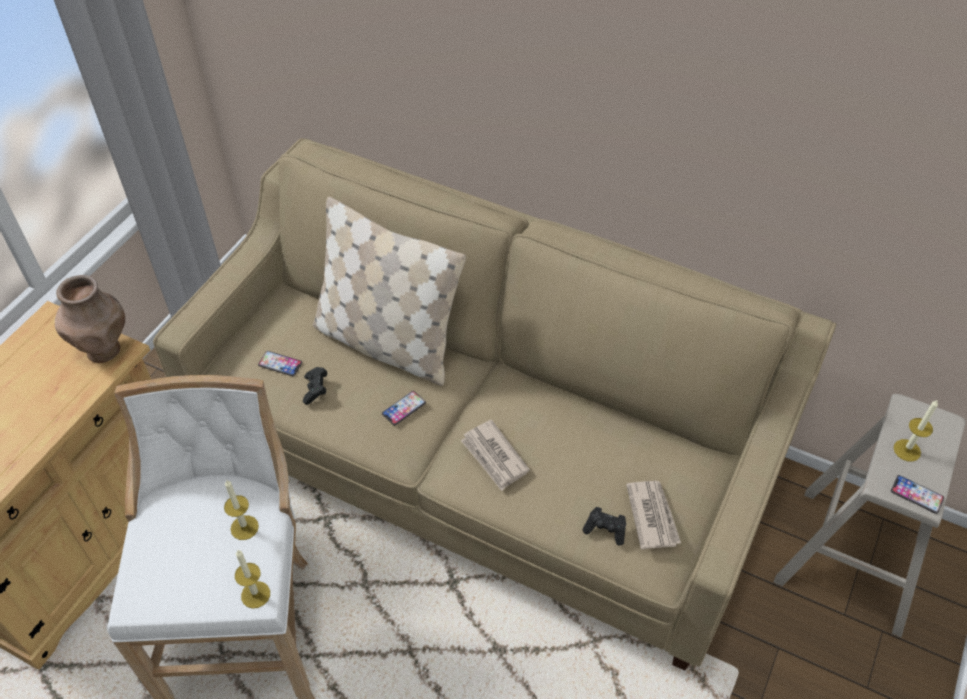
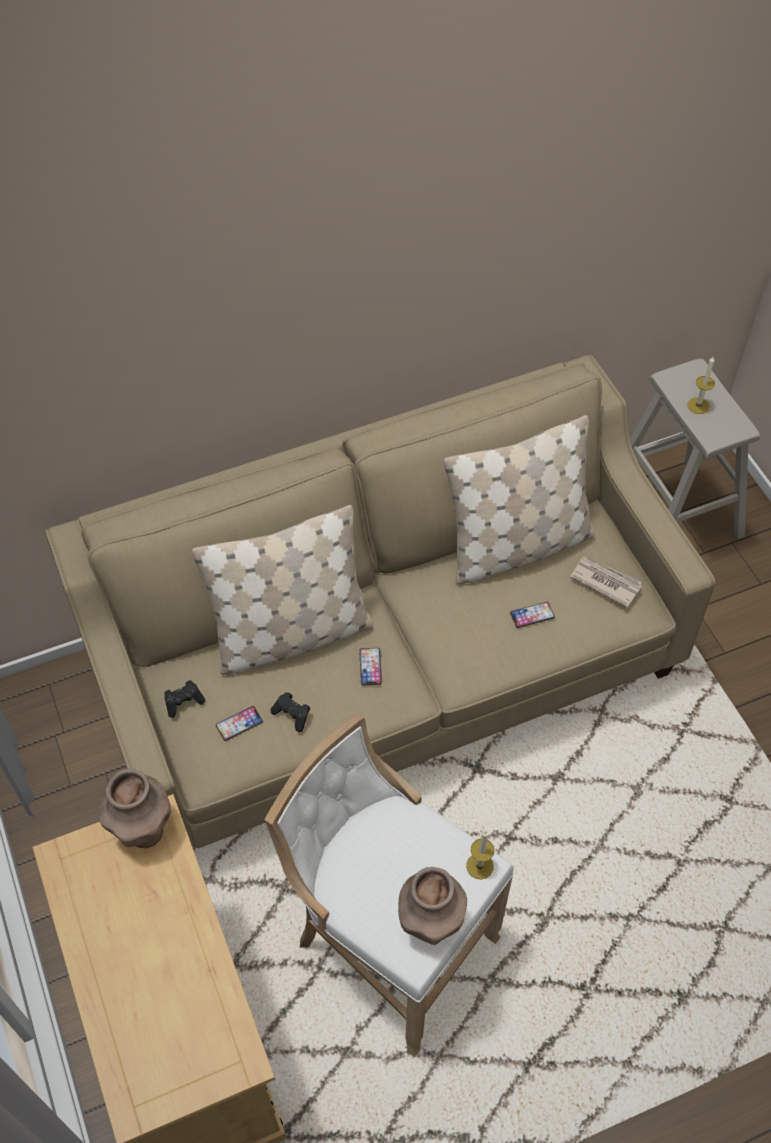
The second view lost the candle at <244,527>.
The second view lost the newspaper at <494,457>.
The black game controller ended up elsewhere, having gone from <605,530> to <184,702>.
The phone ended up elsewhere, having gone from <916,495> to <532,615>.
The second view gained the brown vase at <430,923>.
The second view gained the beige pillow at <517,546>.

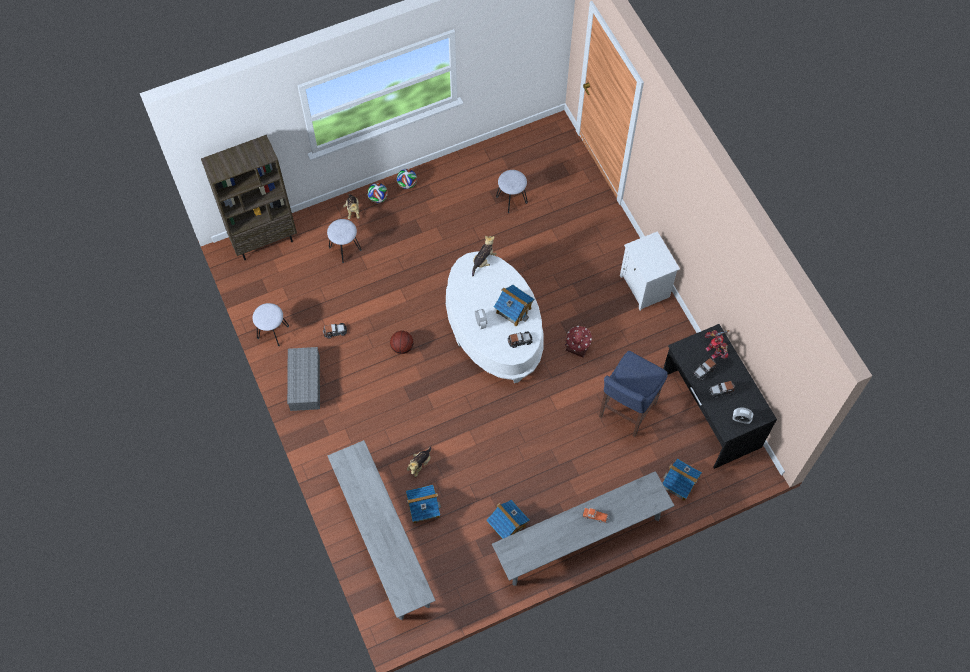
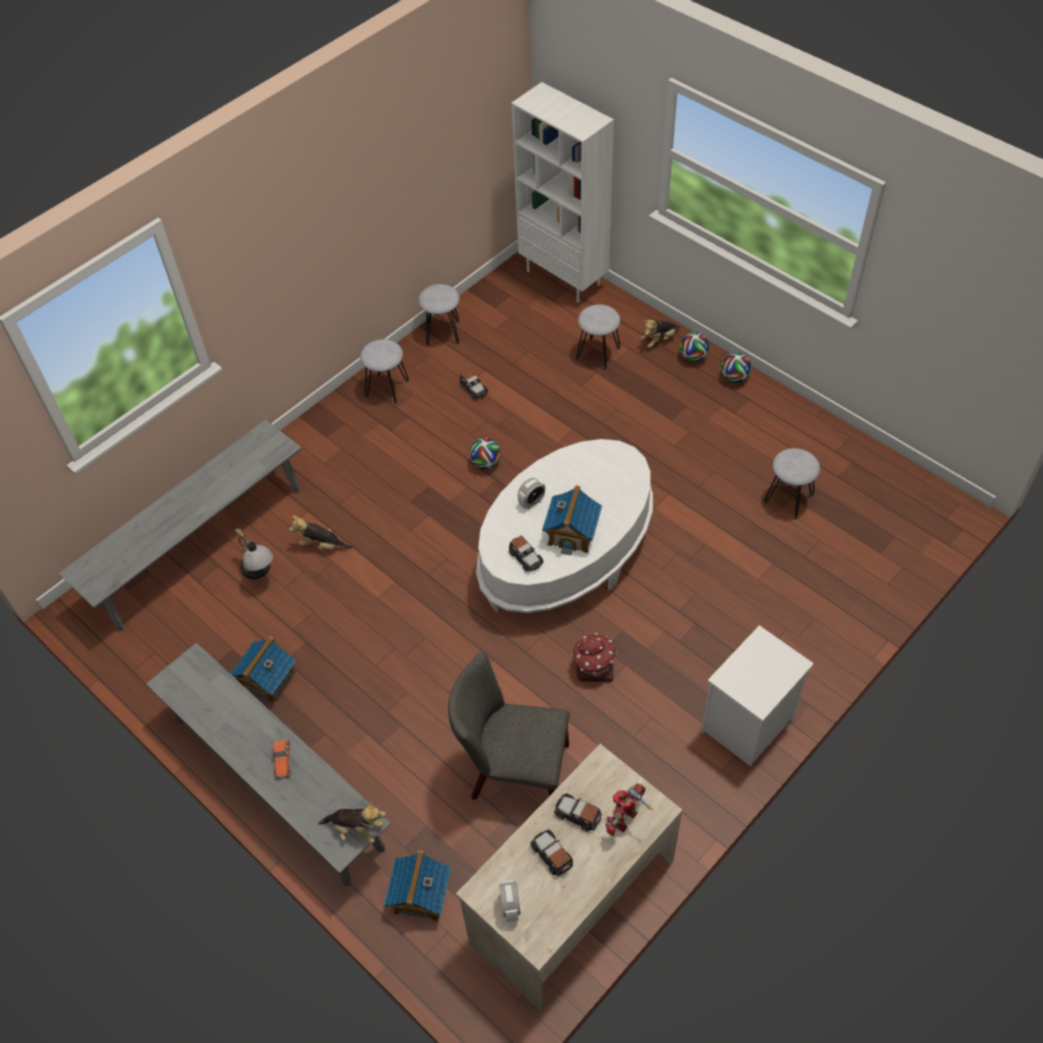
What was the brown bookcase at <264,240> turned into the white bookcase at <564,277>.
Where the grey storage box stood at <305,383>, the grey stool came to stand at <387,388>.
Where the basketball stood at <402,347>, the football came to stand at <486,463>.
Where the toy house stood at <423,508>, the table lamp came to stand at <259,572>.
The plush toy ended up elsewhere, having gone from <483,261> to <356,829>.
Where the blue stool stood at <625,412>, the grey chair came to stand at <513,772>.
What was the black desk at <709,411> turned into the beige desk at <571,900>.

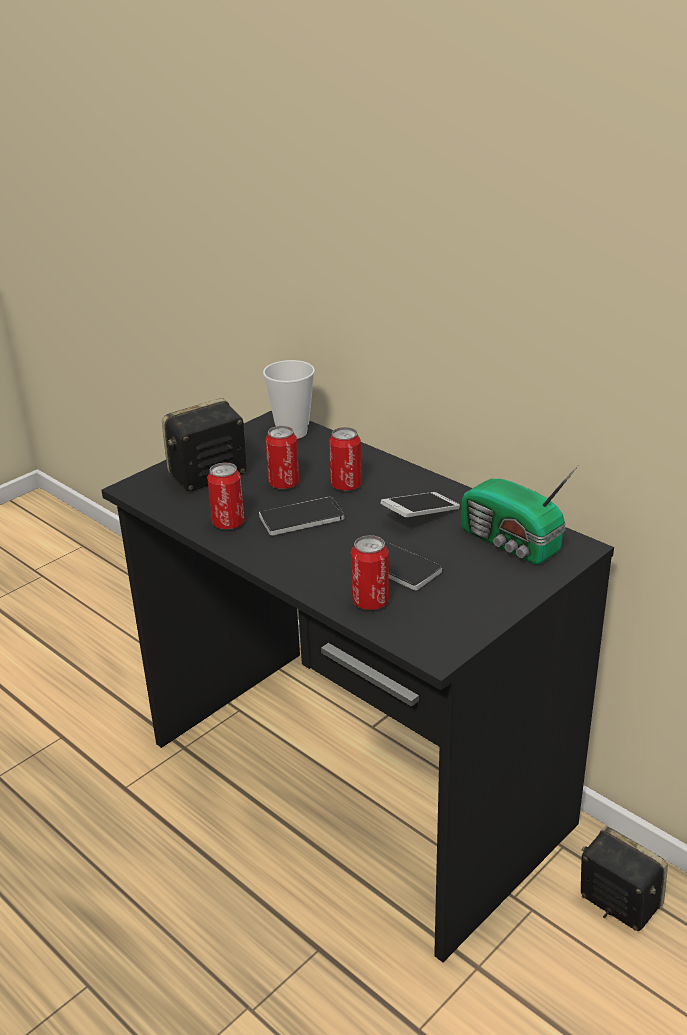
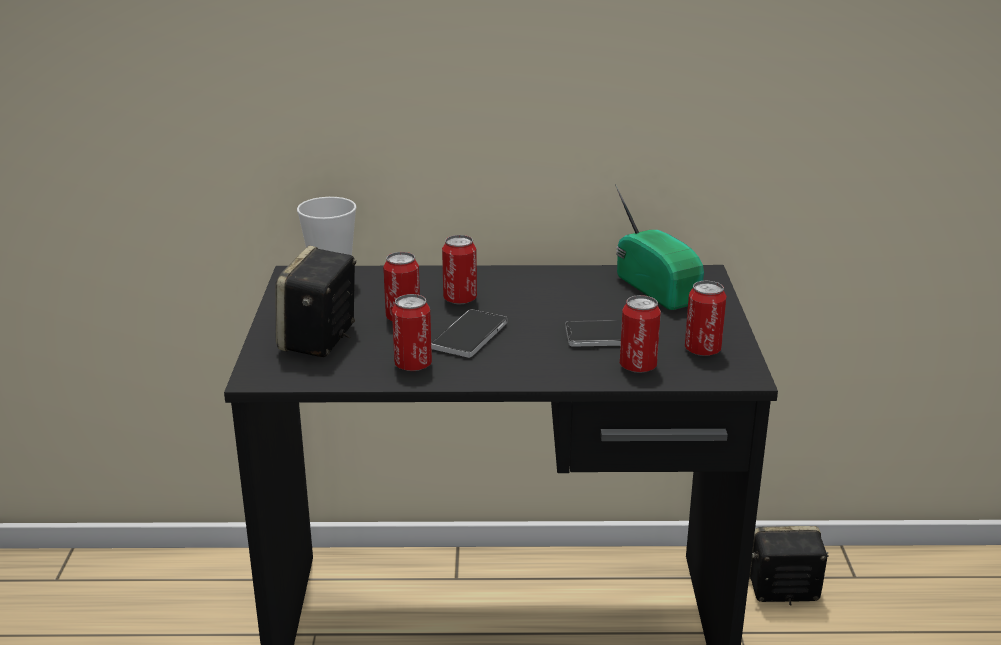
The second view lost the phone at <420,515>.
The radio at <511,543> ended up facing another way, 120 degrees counterclockwise from before.
The second view gained the can at <702,350>.

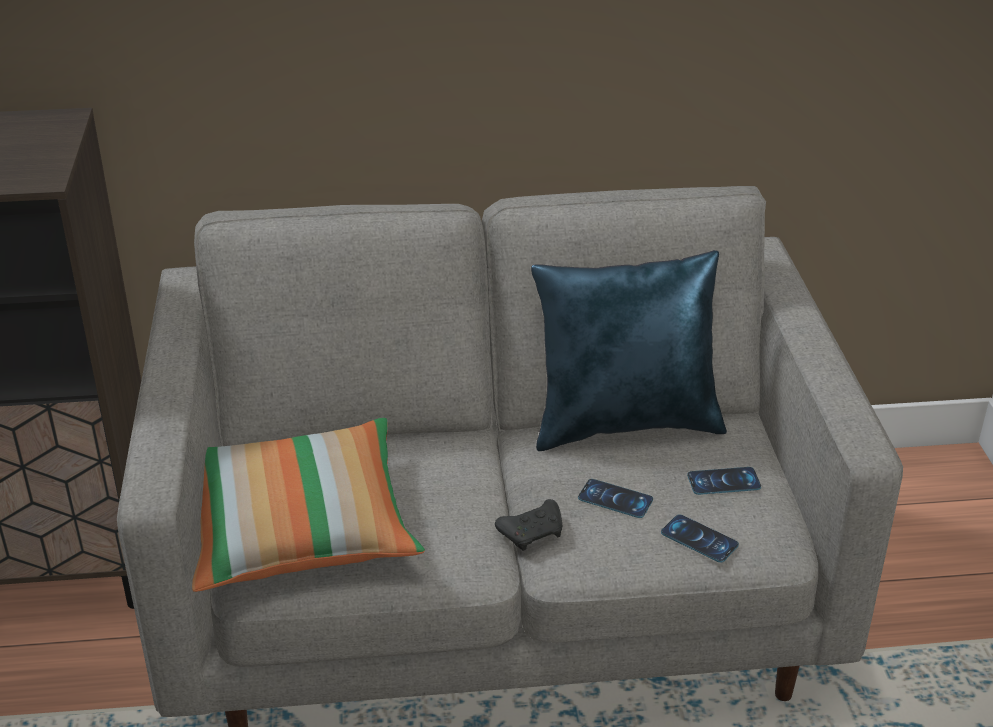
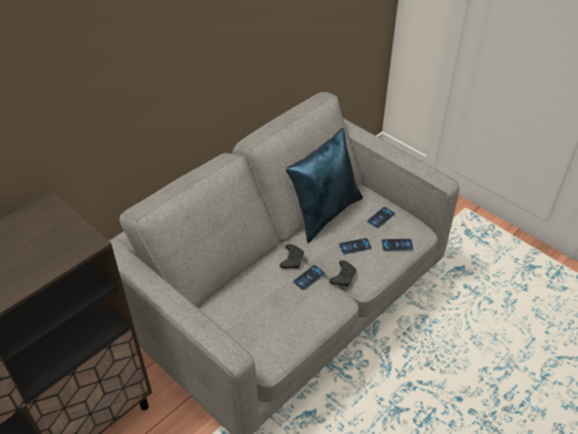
The second view lost the pillow at <300,529>.
The second view gained the black game controller at <292,260>.
The second view gained the phone at <309,277>.

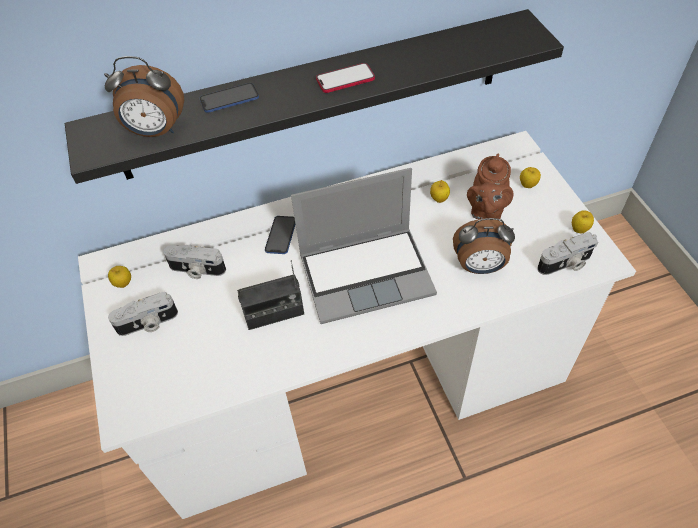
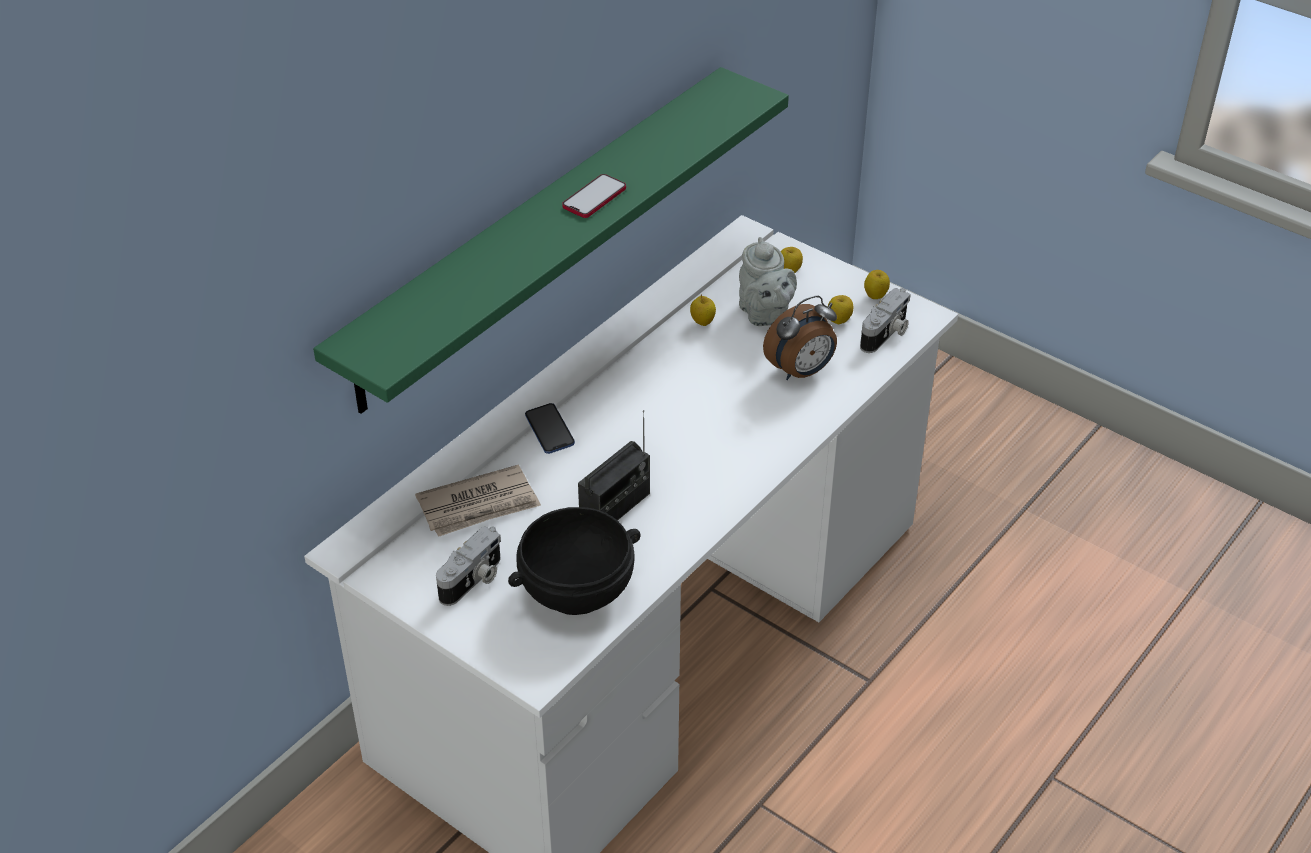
What was the black shelf at <314,96> turned into the green shelf at <539,236>.
The second view lost the alarm clock at <156,131>.
The apple ended up elsewhere, having gone from <123,284> to <839,321>.
Where the photo camera stood at <196,270>, the newspaper came to stand at <479,505>.
The second view lost the phone at <229,99>.
The second view lost the laptop at <367,273>.
What was the brown teapot at <486,211> turned into the grey teapot at <764,315>.
The second view gained the black bowl at <577,592>.

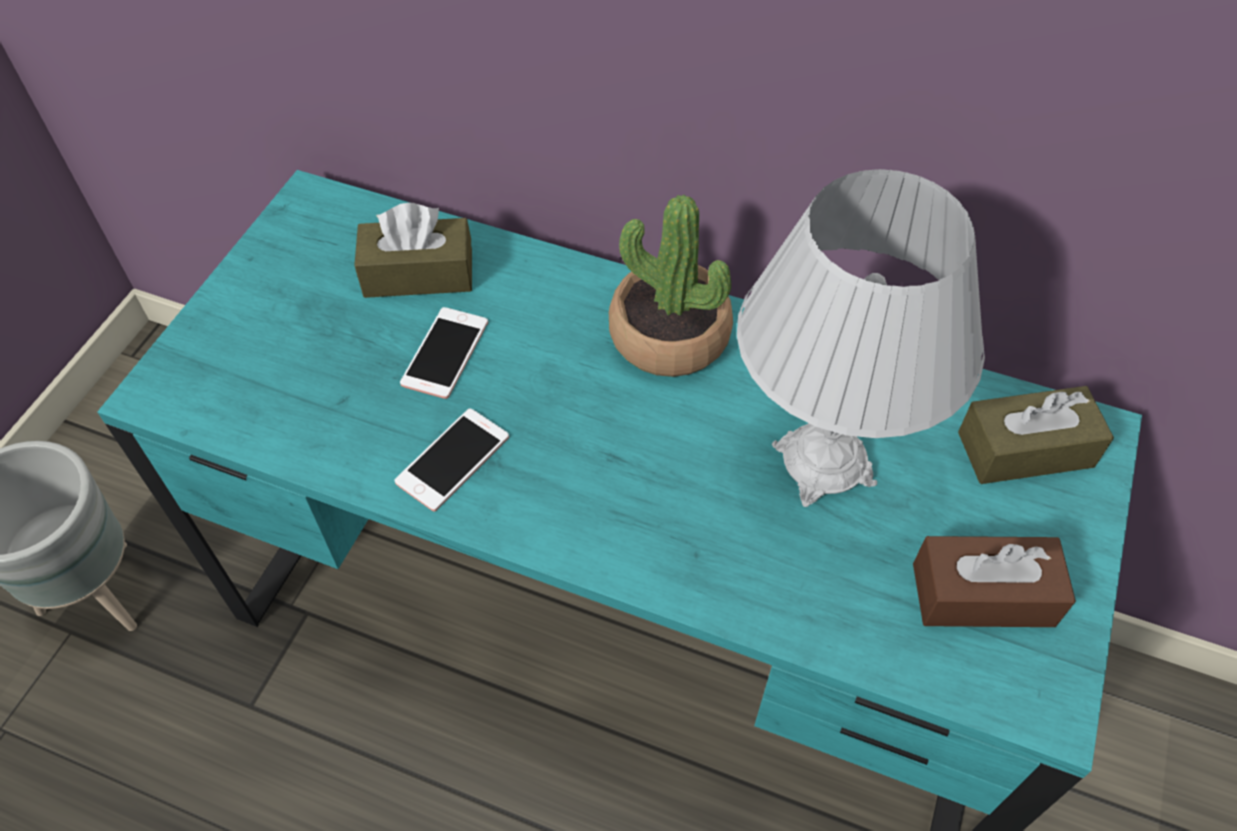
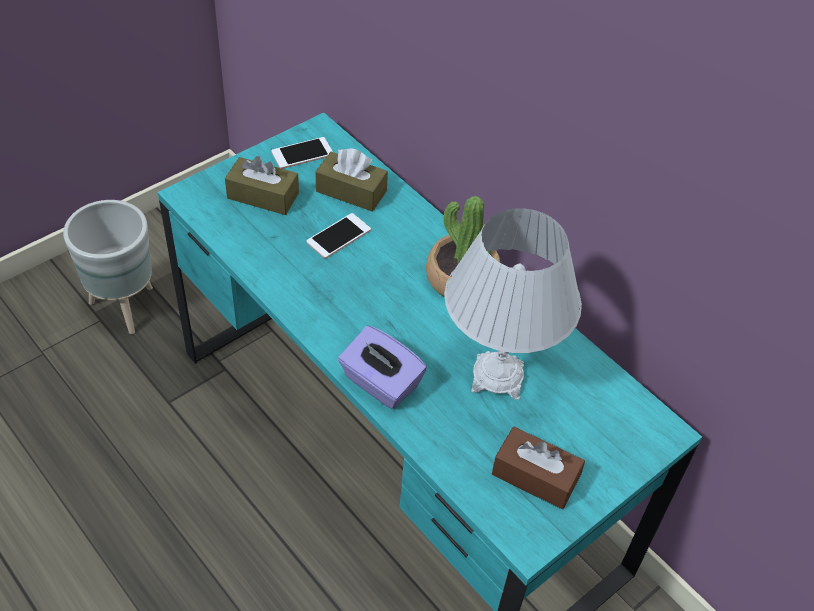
The phone ended up elsewhere, having gone from <453,460> to <302,153>.
The brown tissue box ended up elsewhere, having gone from <1025,449> to <263,196>.
The second view gained the purple tissue box at <380,383>.

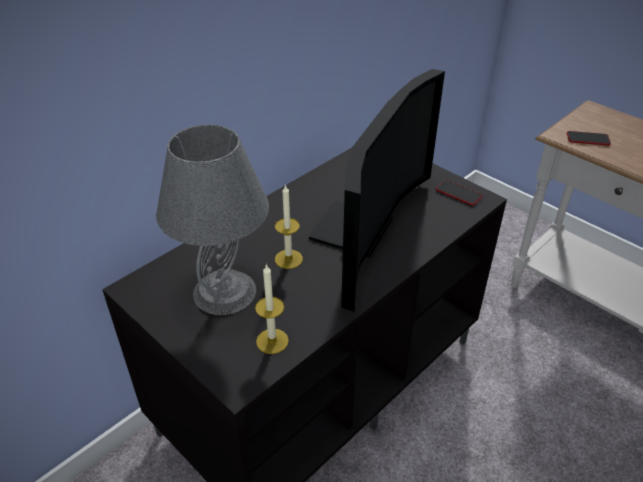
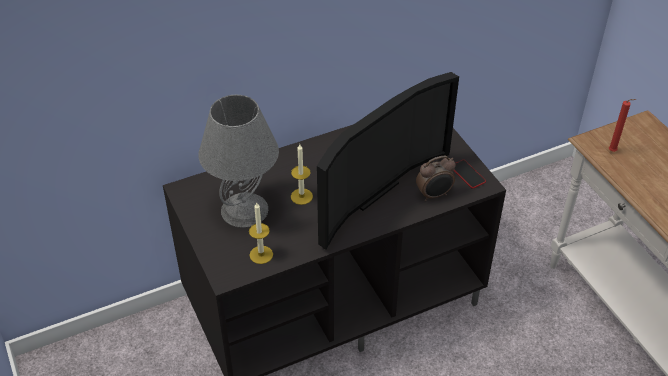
Where the phone stood at <588,139>, the red candle came to stand at <613,151>.
The second view gained the alarm clock at <434,195>.

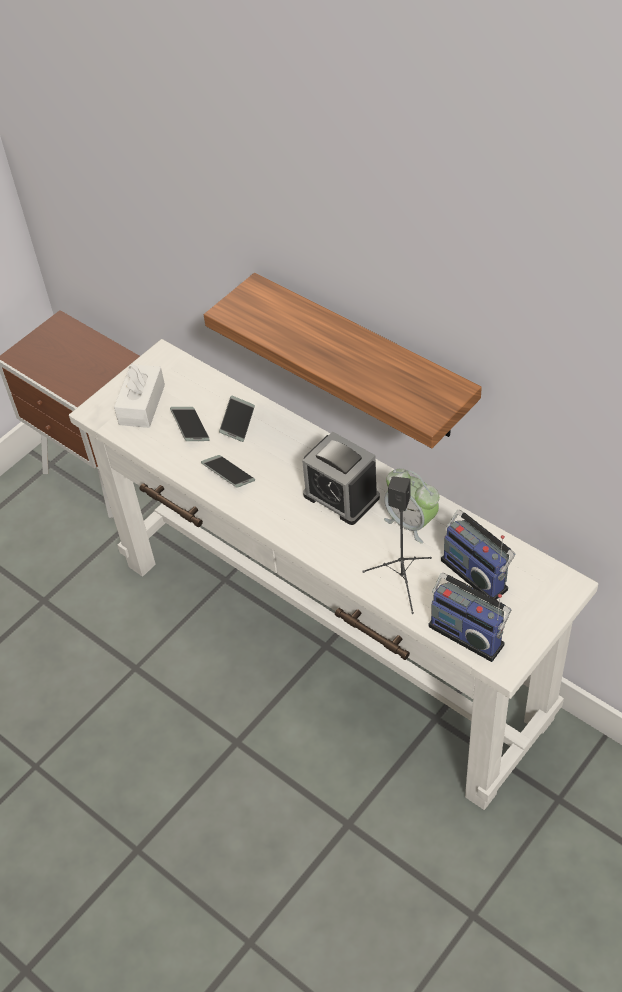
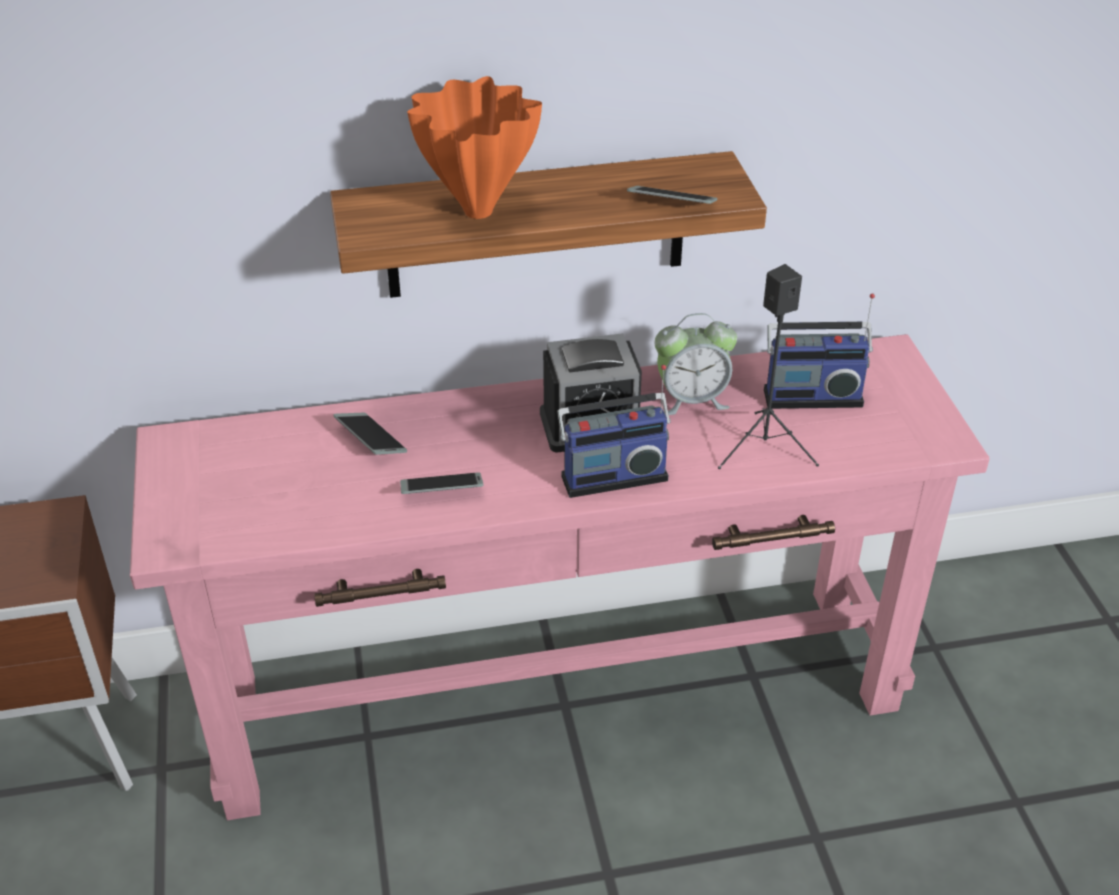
What was the white console table at <328,639> turned into the pink console table at <558,696>.
The second view lost the white tissue box at <142,405>.
The phone ended up elsewhere, having gone from <190,428> to <672,203>.
The radio ended up elsewhere, having gone from <468,632> to <612,475>.
The second view gained the orange vase at <479,210>.

